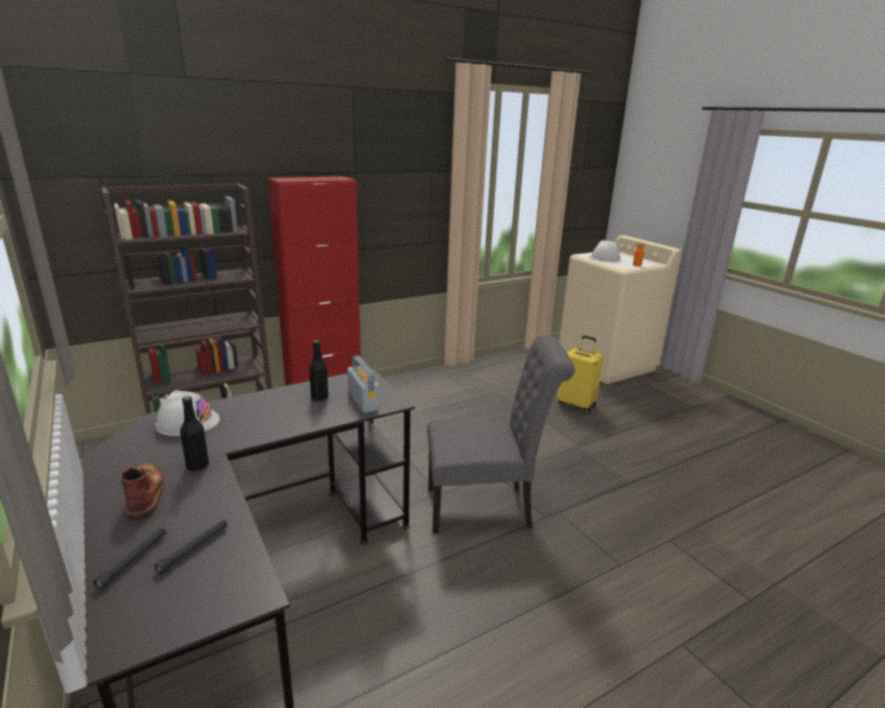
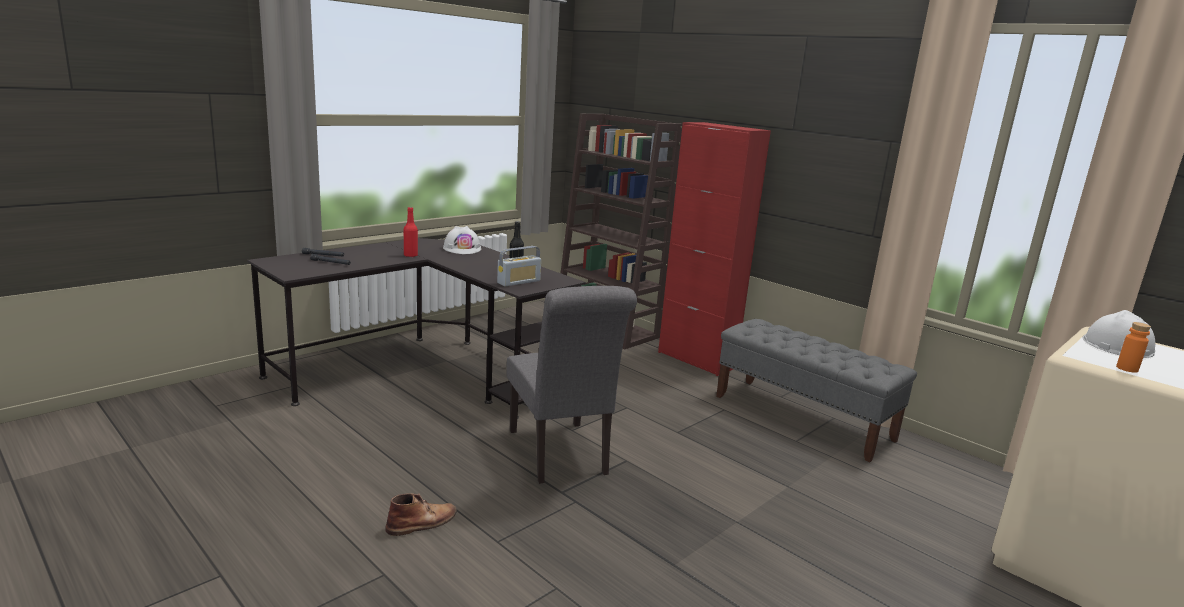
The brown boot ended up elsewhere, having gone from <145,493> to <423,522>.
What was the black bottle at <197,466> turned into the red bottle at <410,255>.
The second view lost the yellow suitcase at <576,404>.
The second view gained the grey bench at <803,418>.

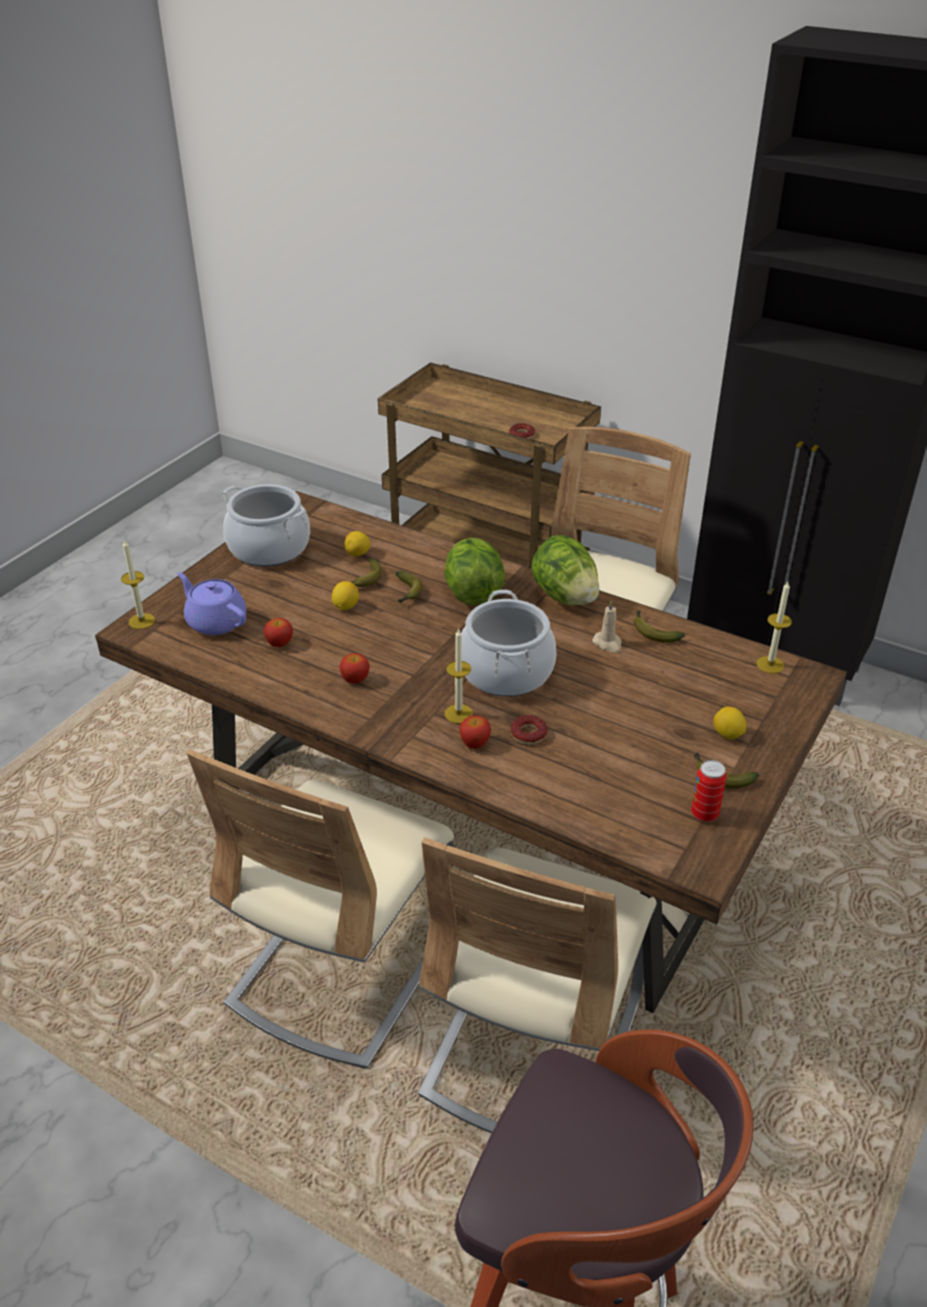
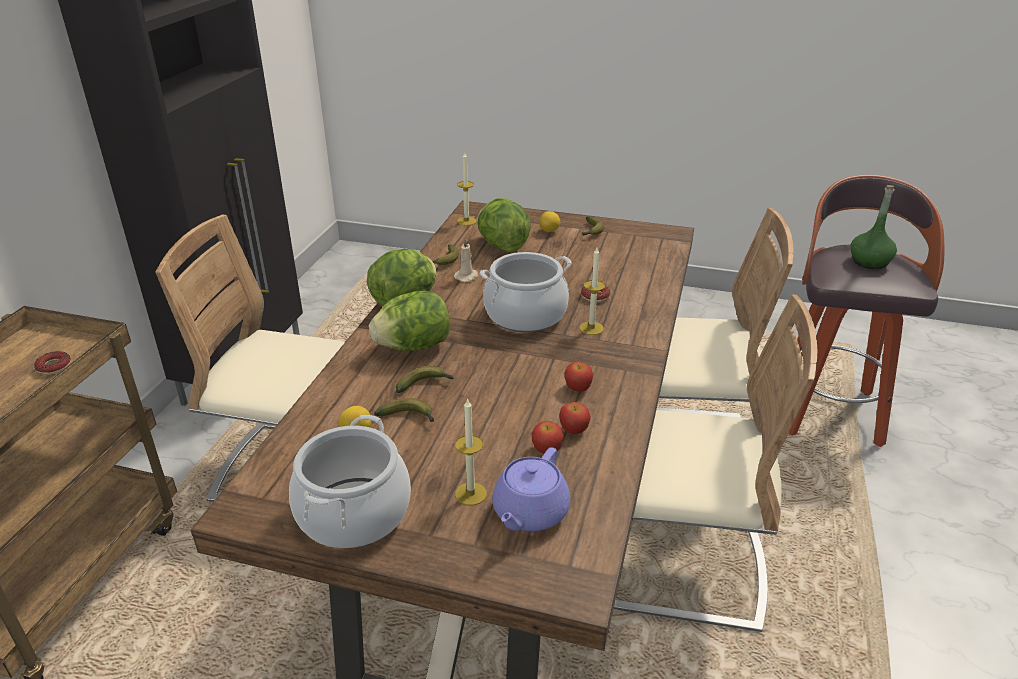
The candle ended up elsewhere, having gone from <141,621> to <470,494>.
The second view lost the lemon at <346,606>.
The apple ended up elsewhere, having gone from <475,743> to <573,430>.
The second view lost the can at <704,814>.
The second view gained the lettuce at <502,246>.
The second view gained the green bottle at <869,262>.

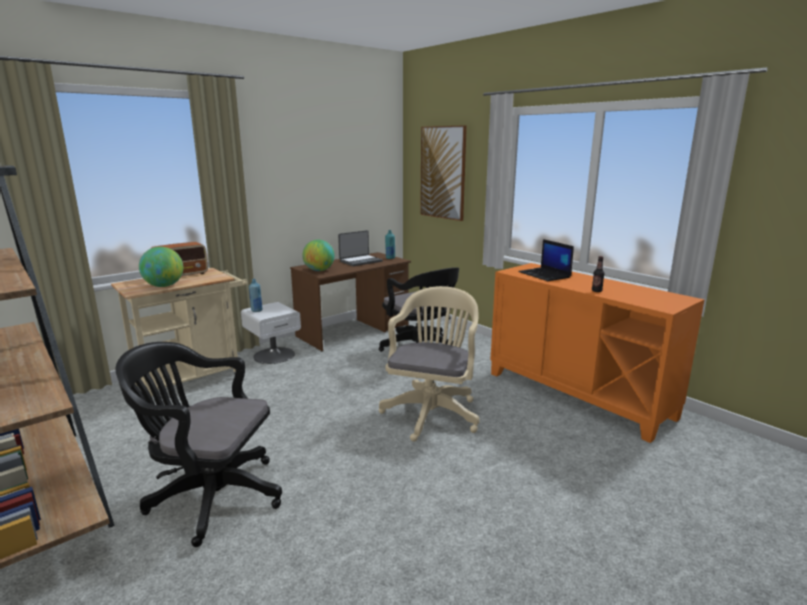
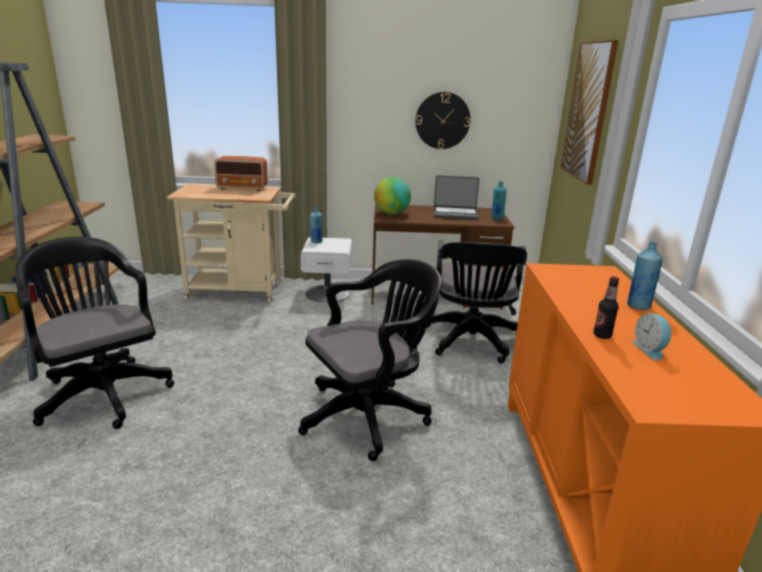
The second view lost the globe at <164,286>.
What was the beige office chair at <432,412> turned into the black office chair at <370,415>.
The second view lost the laptop at <545,275>.
The second view gained the wall clock at <442,120>.
The second view gained the blue bottle at <638,306>.
The second view gained the alarm clock at <650,350>.

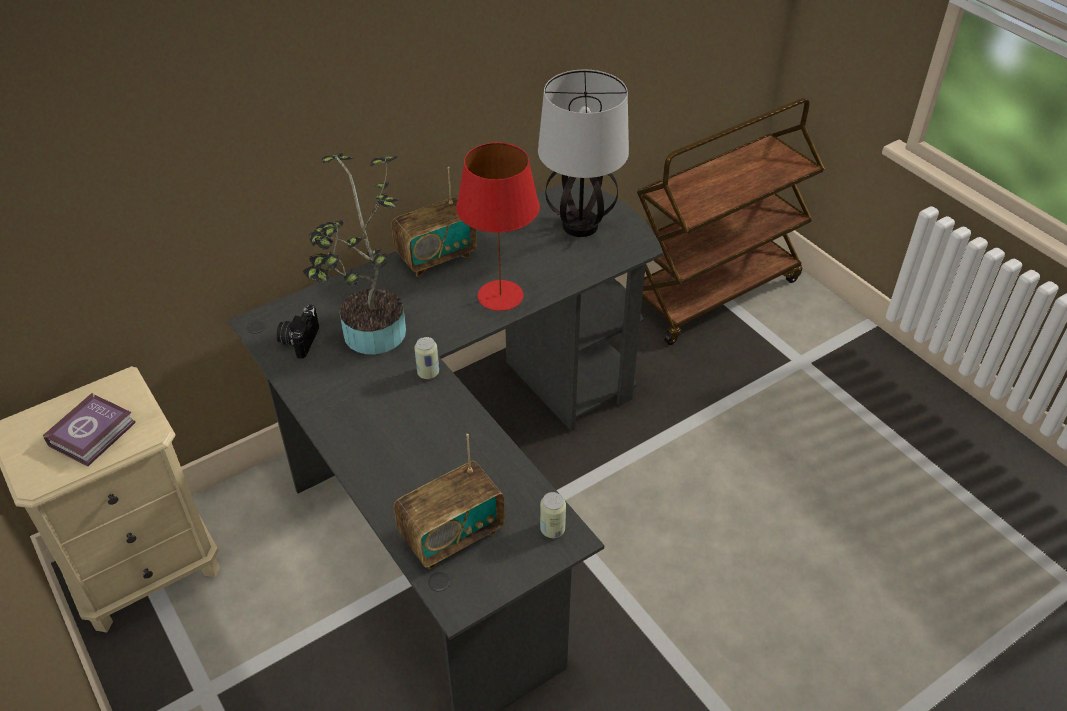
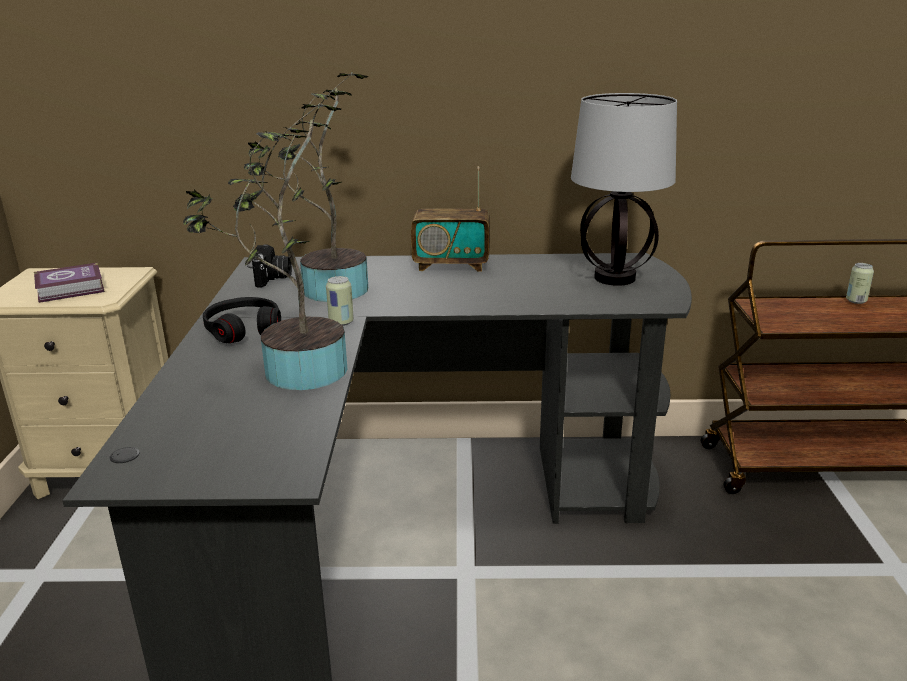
The photo camera at <299,340> ended up facing another way, 135 degrees clockwise from before.
The second view lost the radio at <452,535>.
The second view lost the red table lamp at <500,296>.
The can ended up elsewhere, having gone from <552,529> to <856,301>.
The second view gained the potted plant at <296,372>.
The second view gained the black headphones at <243,329>.

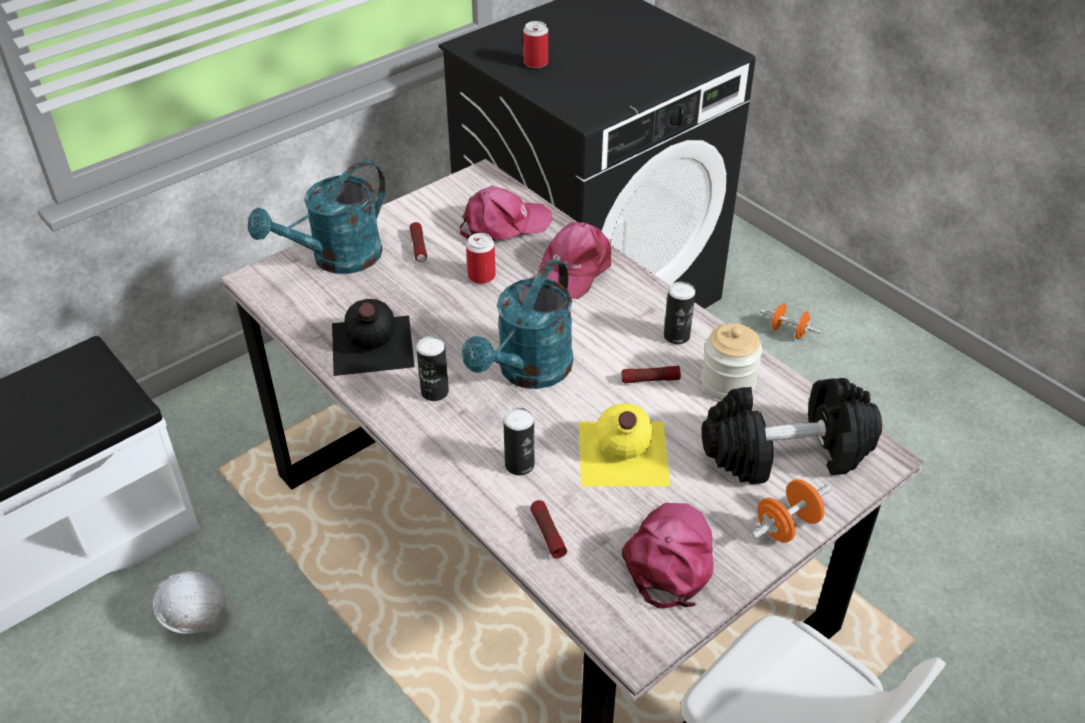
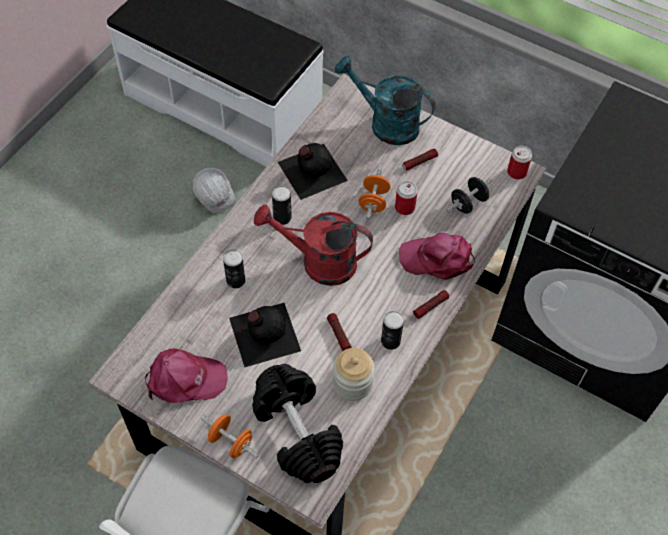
Where the pink cap stood at <503,225>, the black dumbbell came to stand at <468,203>.
What was the turquoise watering can at <528,372> turned into the red watering can at <318,262>.
The can ended up elsewhere, having gone from <535,63> to <516,172>.
The flashlight ended up elsewhere, having gone from <547,533> to <430,306>.
What was the yellow bottle at <621,454> turned into the black bottle at <263,333>.
The orange dumbbell ended up elsewhere, having gone from <788,332> to <373,201>.

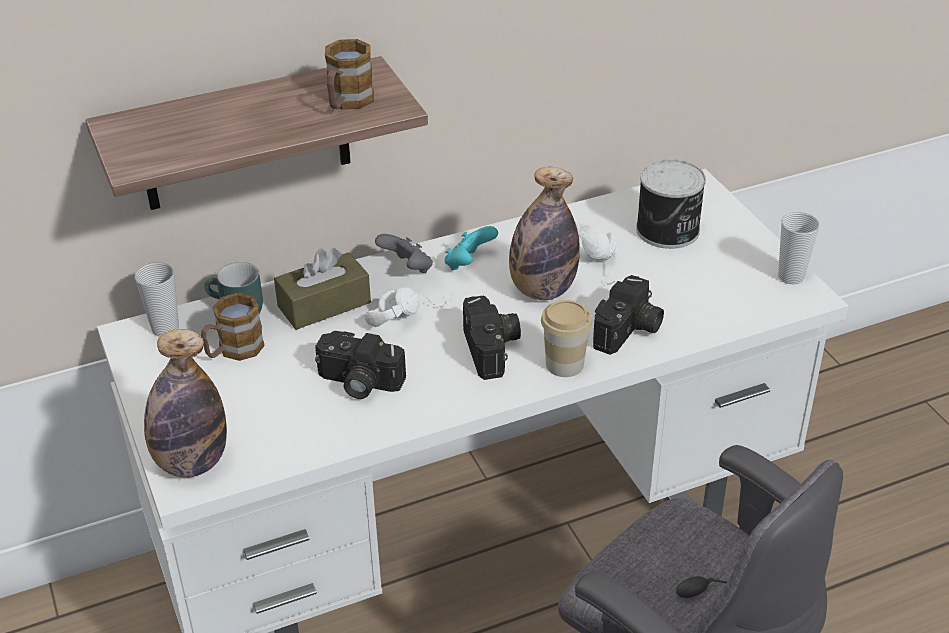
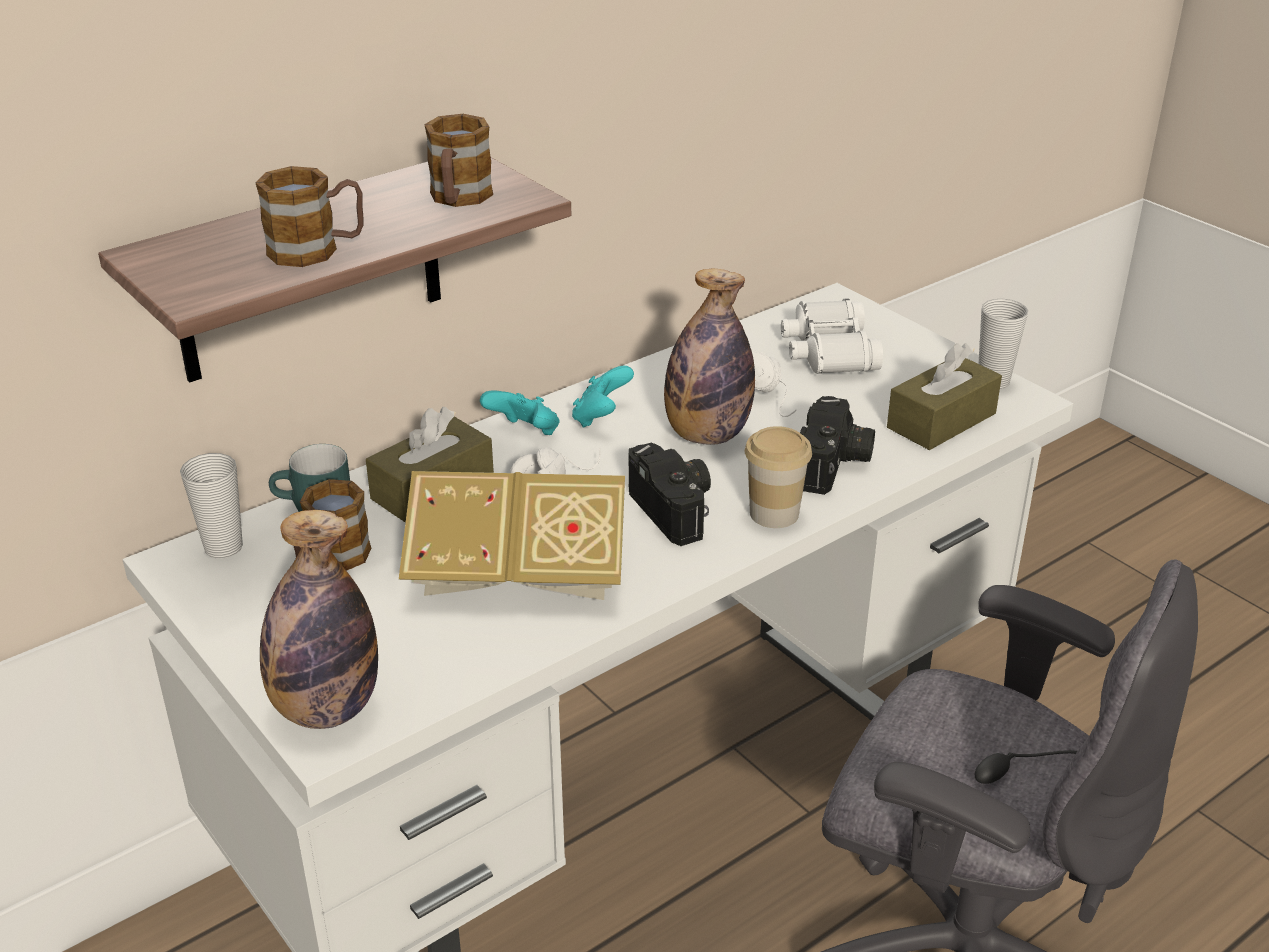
Where the photo camera stood at <358,383>, the book came to stand at <517,574>.
What was the grey game controller at <407,269> turned into the turquoise game controller at <525,433>.
Where the can stood at <669,231>, the white binoculars came to stand at <828,351>.
The second view gained the mug at <317,250>.
The second view gained the brown tissue box at <941,421>.

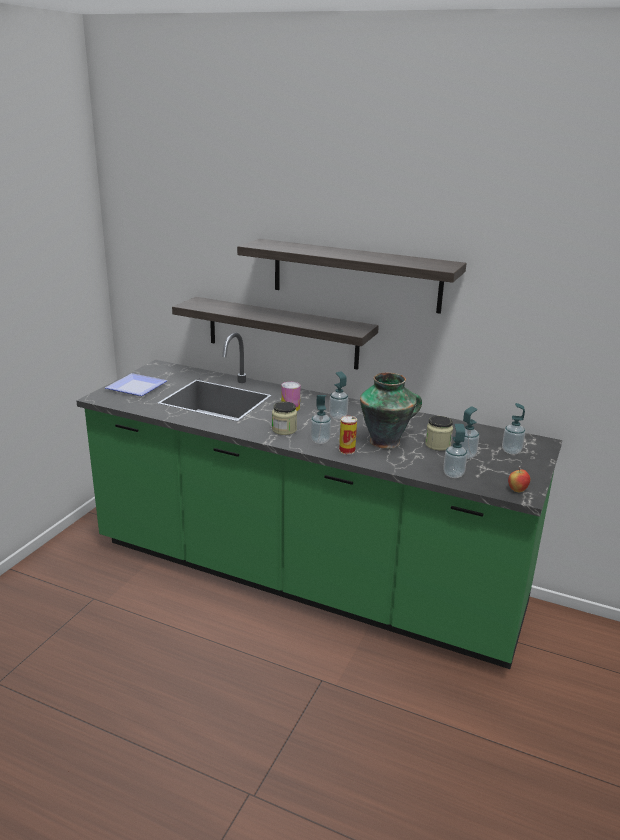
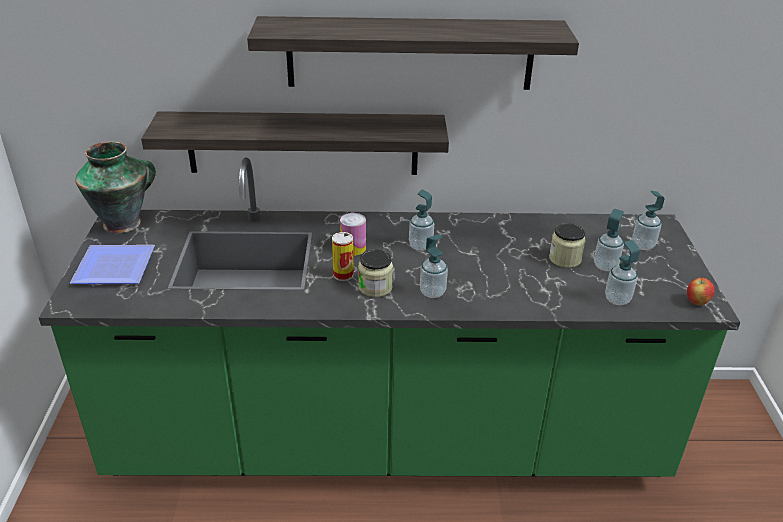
The can ended up elsewhere, having gone from <347,450> to <343,275>.
The vase ended up elsewhere, having gone from <386,441> to <124,223>.

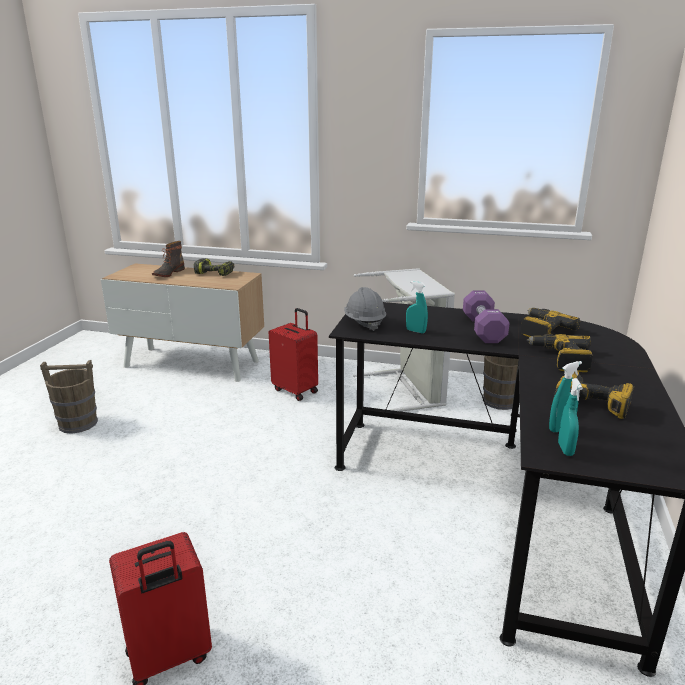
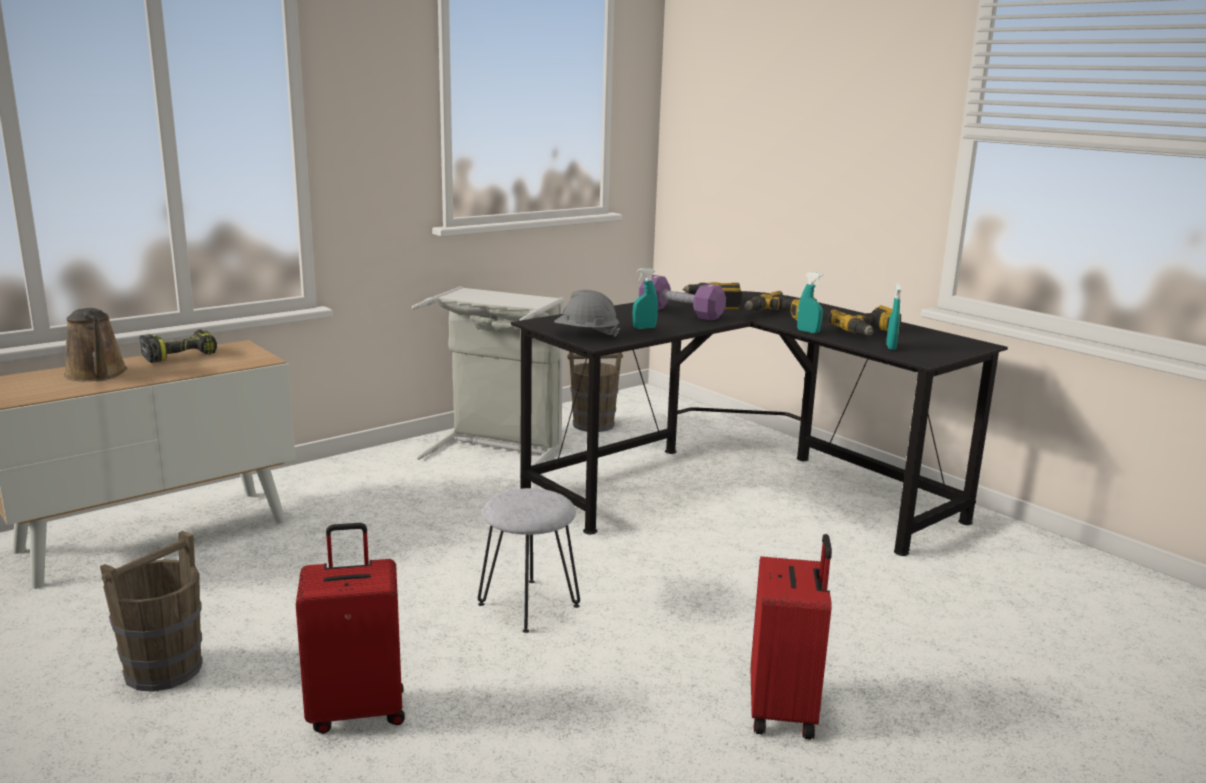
Where the boot stood at <168,273>, the brown watering can came to stand at <97,374>.
The red suitcase ended up elsewhere, having gone from <296,390> to <357,710>.
The turquoise spray bottle ended up elsewhere, having gone from <565,449> to <808,331>.
The second view gained the grey stool at <528,605>.

